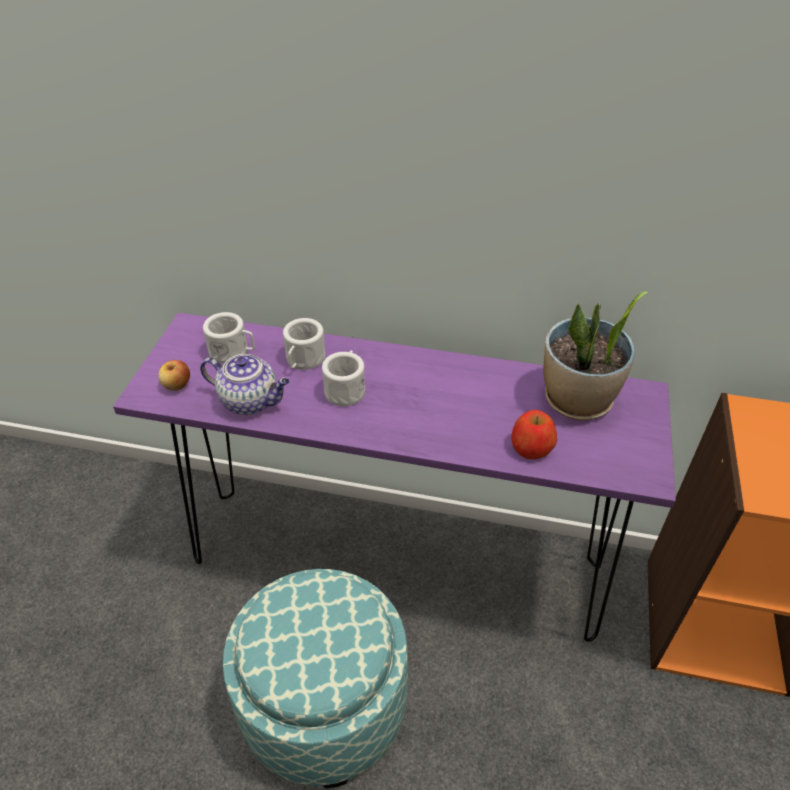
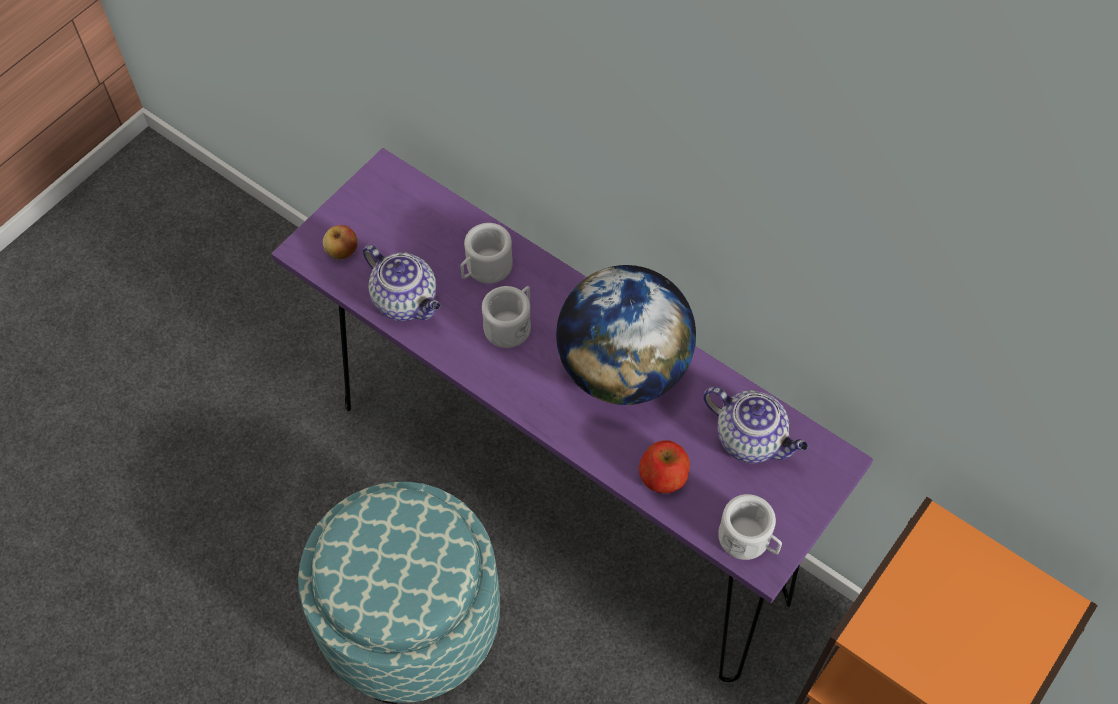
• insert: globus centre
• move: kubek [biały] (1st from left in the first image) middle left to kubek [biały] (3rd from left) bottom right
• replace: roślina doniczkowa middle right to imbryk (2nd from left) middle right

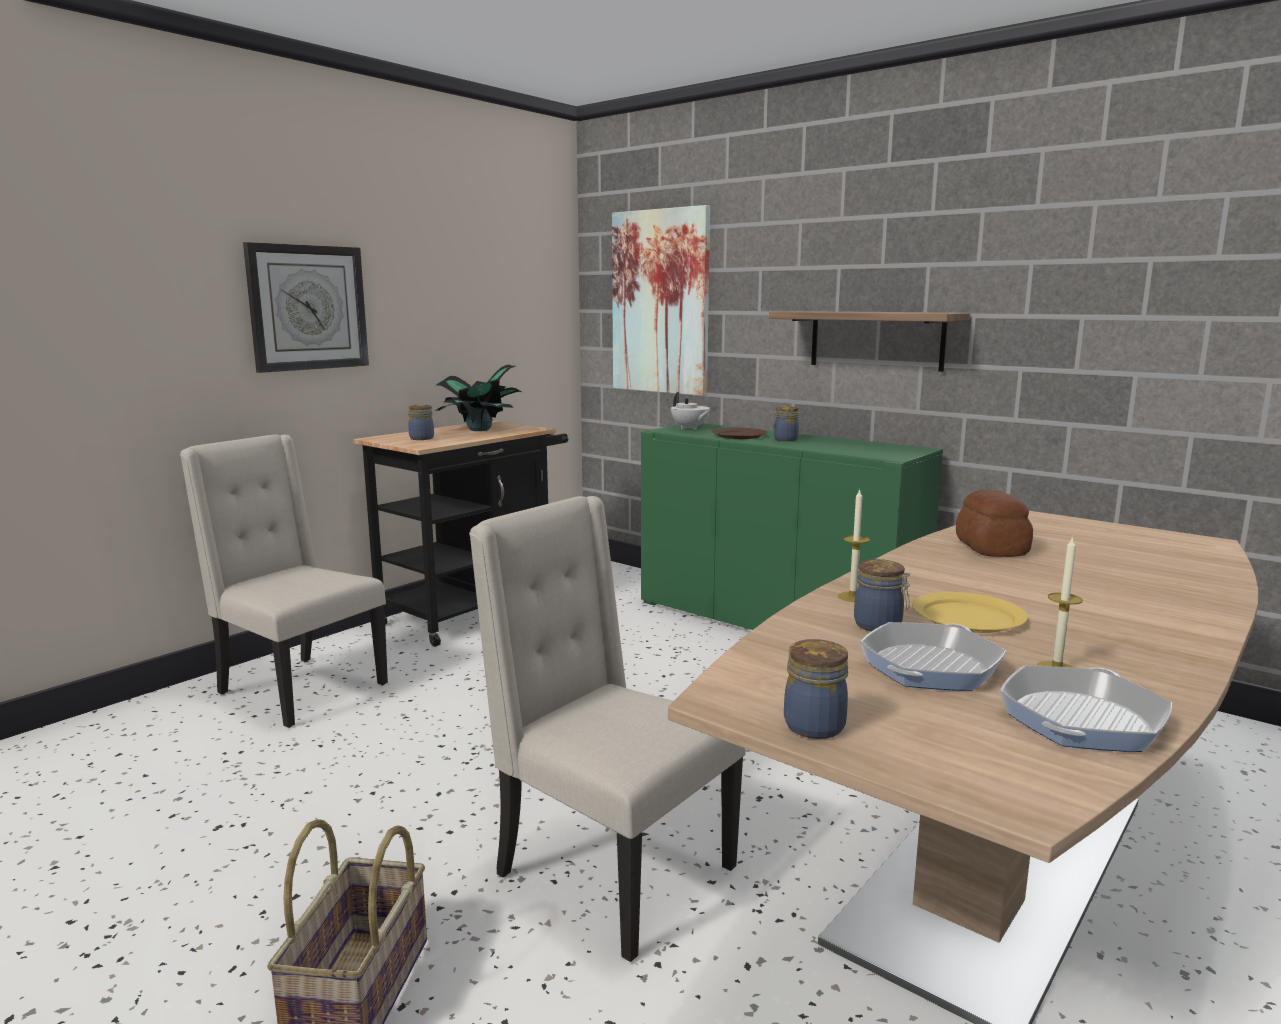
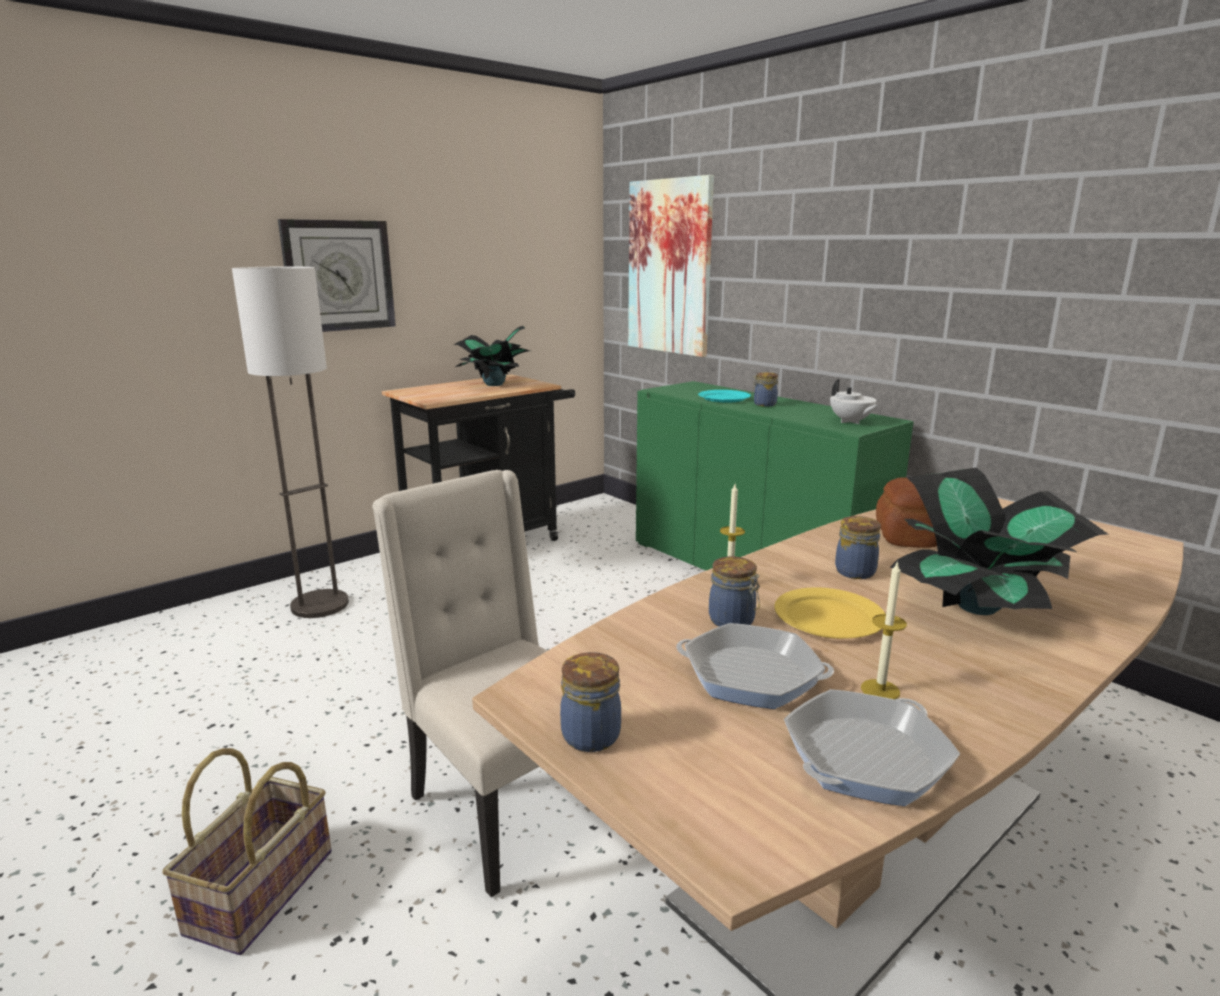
• delete: półka top right
• insert: roślina doniczkowa (2nd from left) middle right
• move: słoik (1st from left in the first image) middle left to słoik (4th from left) middle right
• move: imbryk [biały] centre to middle right
• replace: krzesło [beżowy] (1st from left) middle left to lampa stojąca middle left
• recolor: talerz [brązowy] centre to talerz [turkusowy] centre
• rotate: patelnia (1st from left) middle right = bottom centre 120 degrees counterclockwise

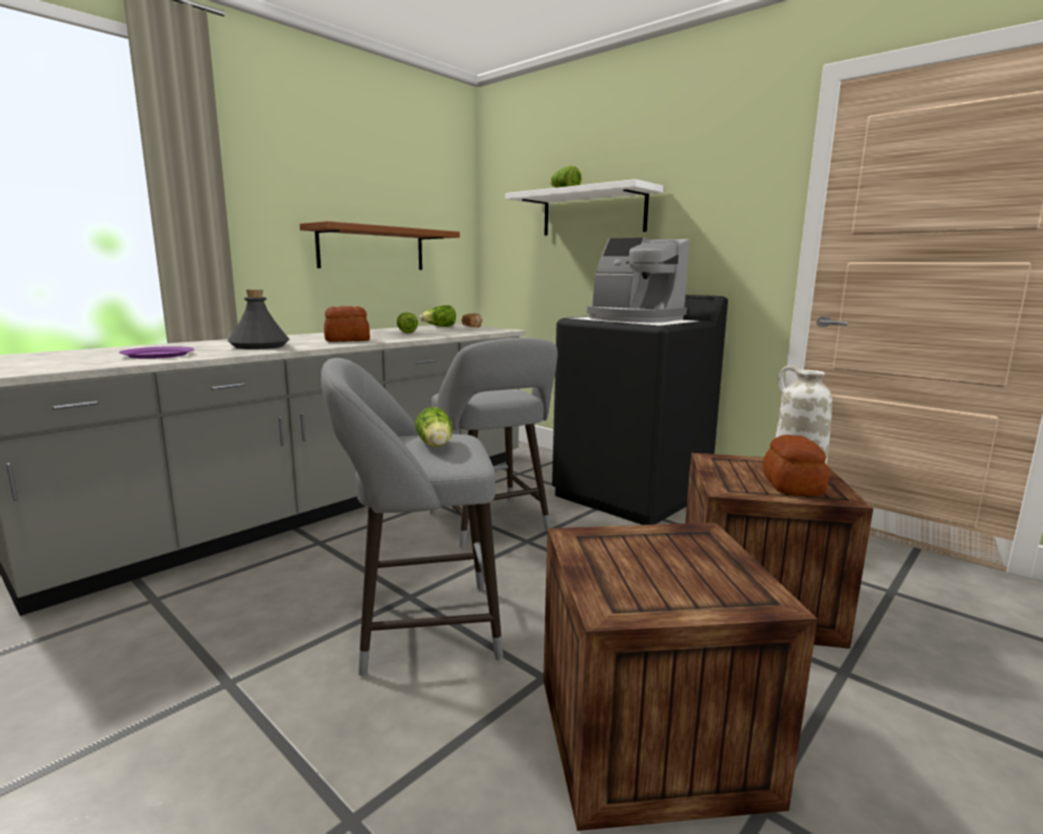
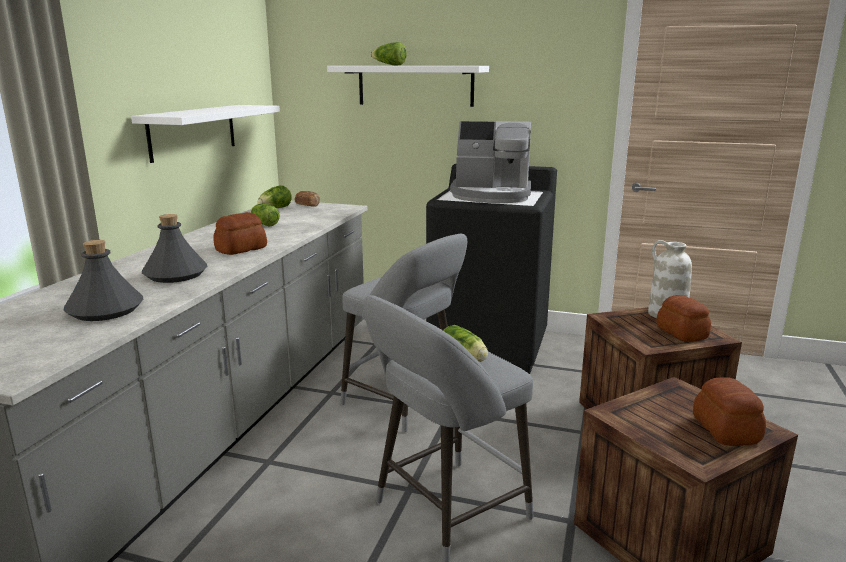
• insert: chleb (4th from left) bottom right
• replace: talerz [fioletowy] middle left to butelka [szary] (1st from left) middle left
• recolor: półka [brązowy] top centre to półka [biały] (1st from left) top left

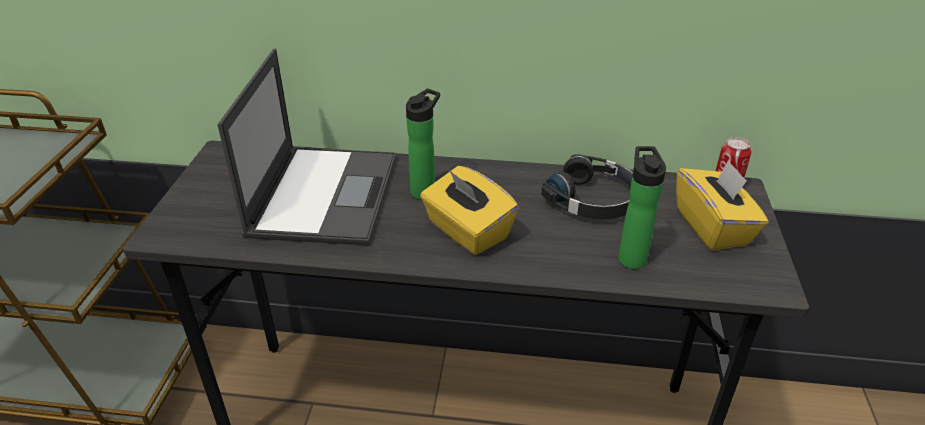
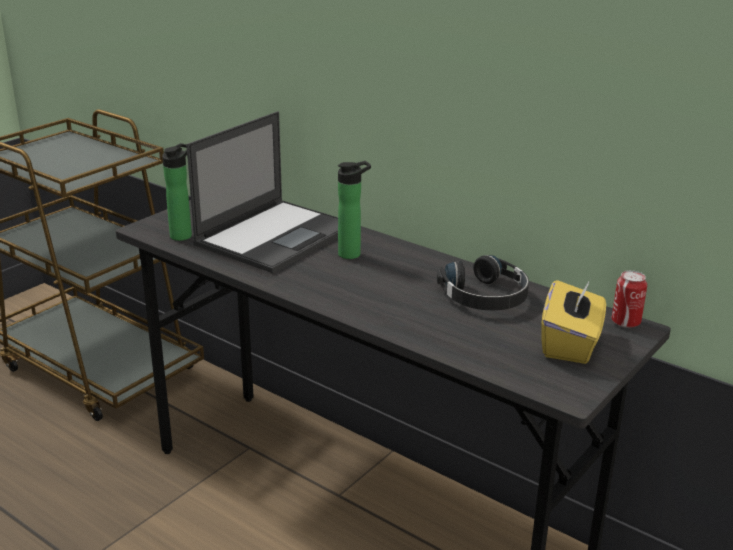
• delete: pudełko chusteczek [żółty] (1st from left) centre
• move: butelka (2nd from left in the first image) middle right to butelka (1st from left) middle left

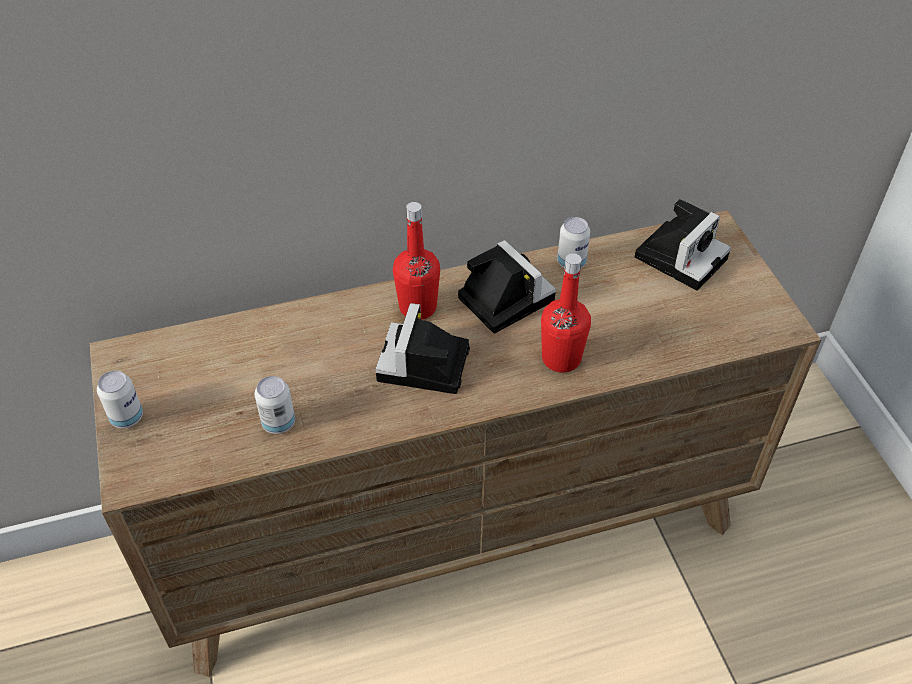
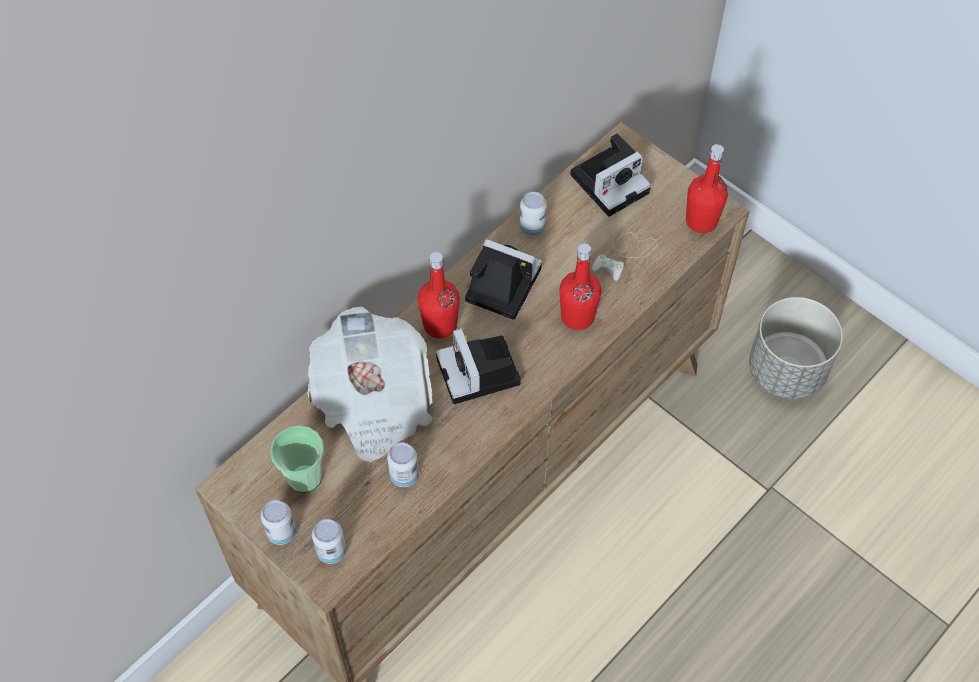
• insert: filiżanka bottom left
• insert: gazeta centre
• insert: puszka (2nd from left) bottom centre
• insert: pad do gier [biały] centre
• insert: butelka [czerwony] (3rd from left) top right
• insert: donica [szary] middle right
• rotate: aparat fotograficzny (3rd from left) middle right = top centre 45 degrees clockwise

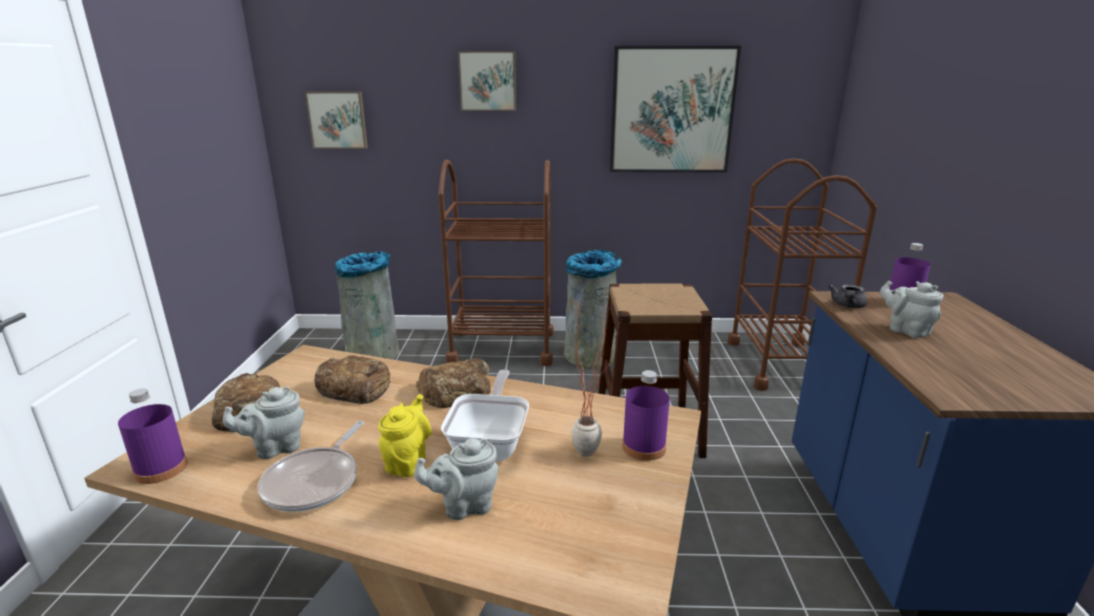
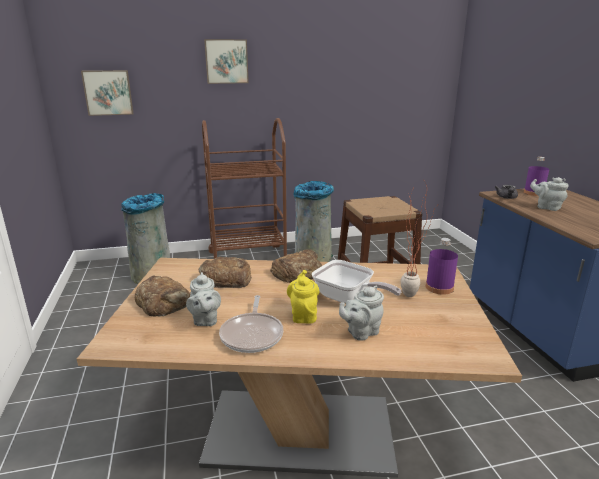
• delete: butelka [fioletowy] (1st from left) bottom left
• delete: obraz (3rd from left) top centre
• delete: wózek [brązowy] (2nd from left) middle right
• rotate: imbryk [szary] (1st from left) bottom left = centre 60 degrees counterclockwise
• rotate: patelnia (2nd from left) bottom centre = centre 135 degrees clockwise

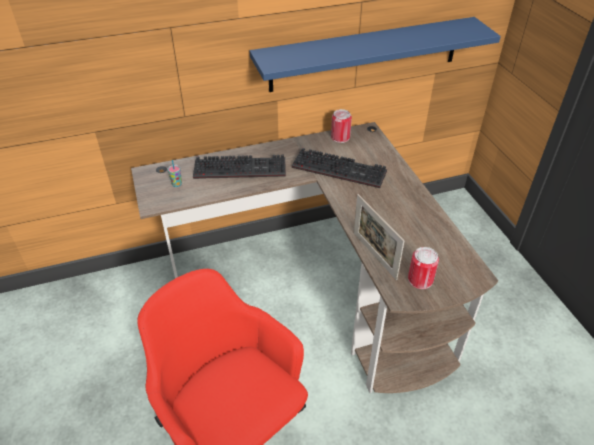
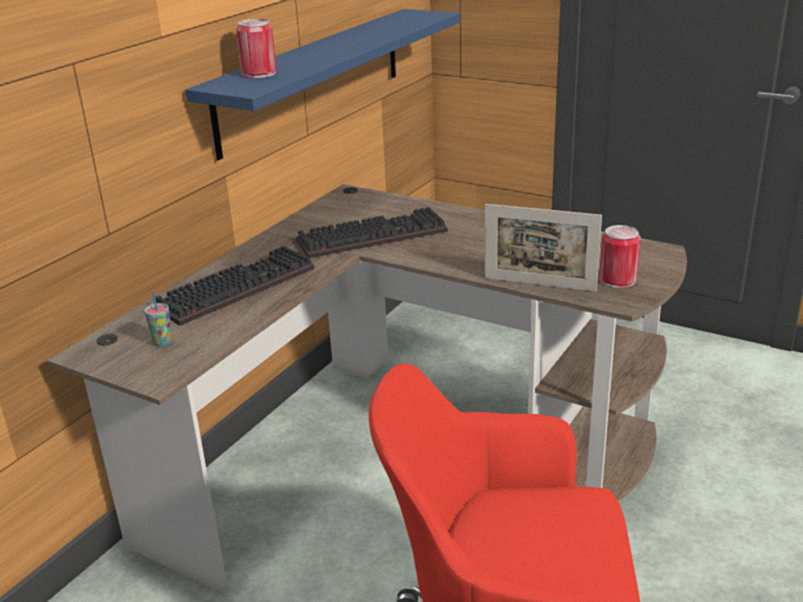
• move: puszka (1st from left) top centre to top left

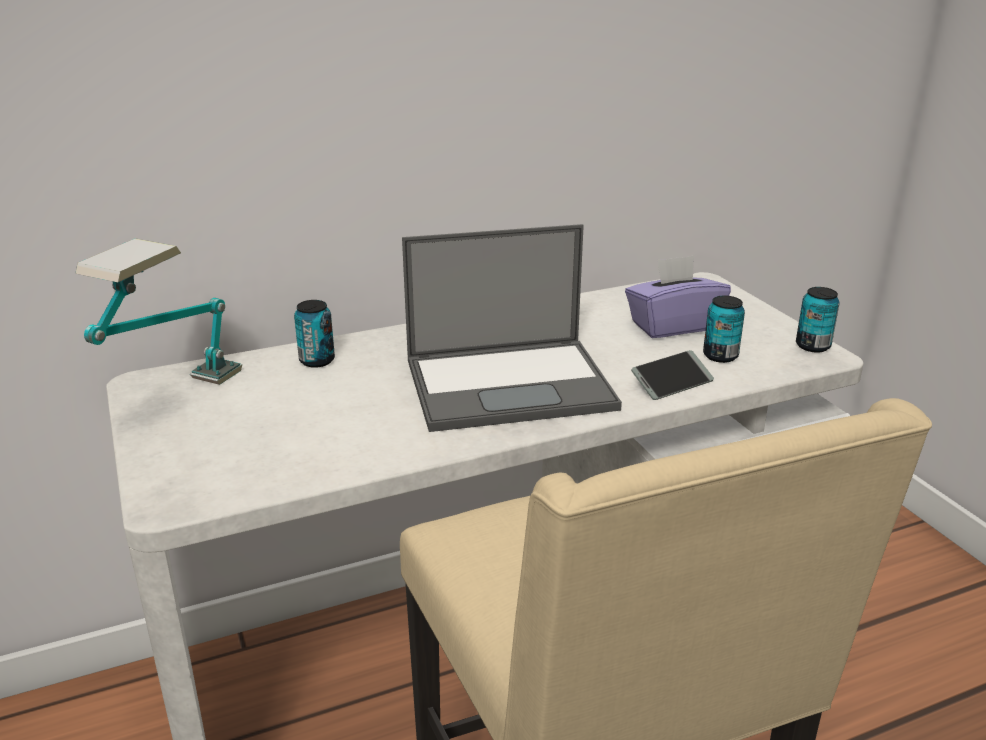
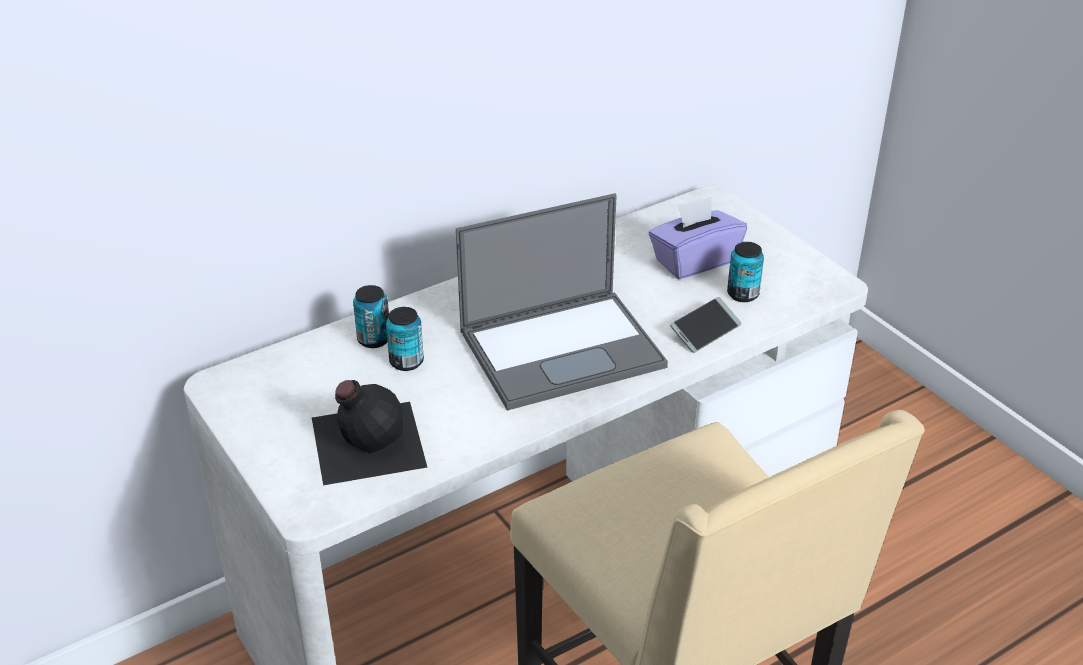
• delete: lampa stołowa middle left
• insert: butelka [czarny] centre
• move: puszka (3rd from left in the first image) middle right to puszka (2nd from left) centre

